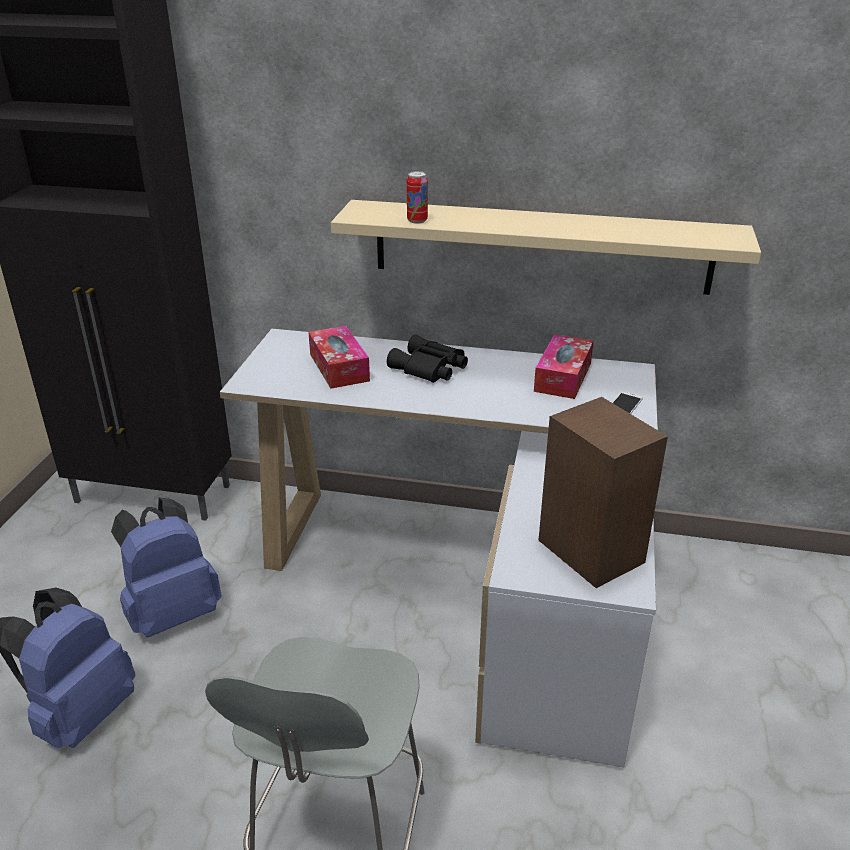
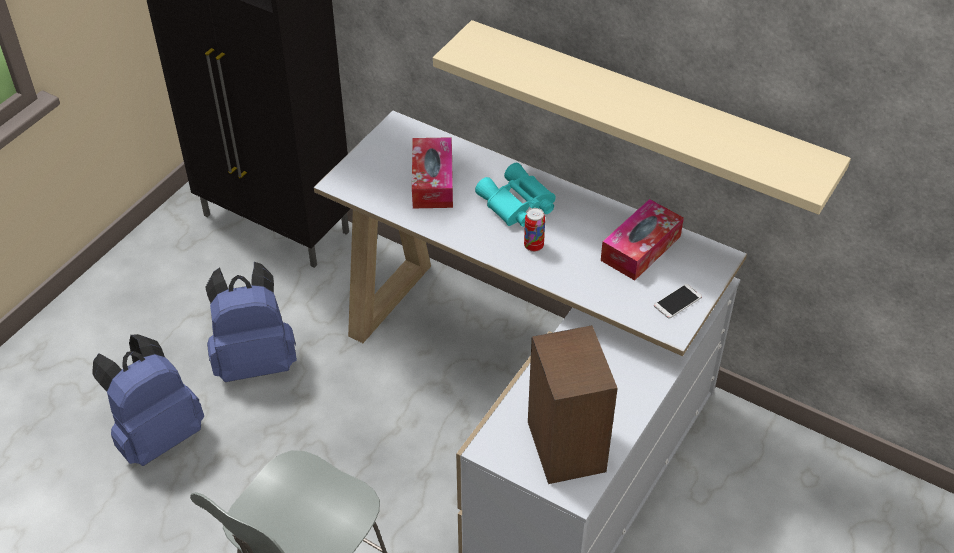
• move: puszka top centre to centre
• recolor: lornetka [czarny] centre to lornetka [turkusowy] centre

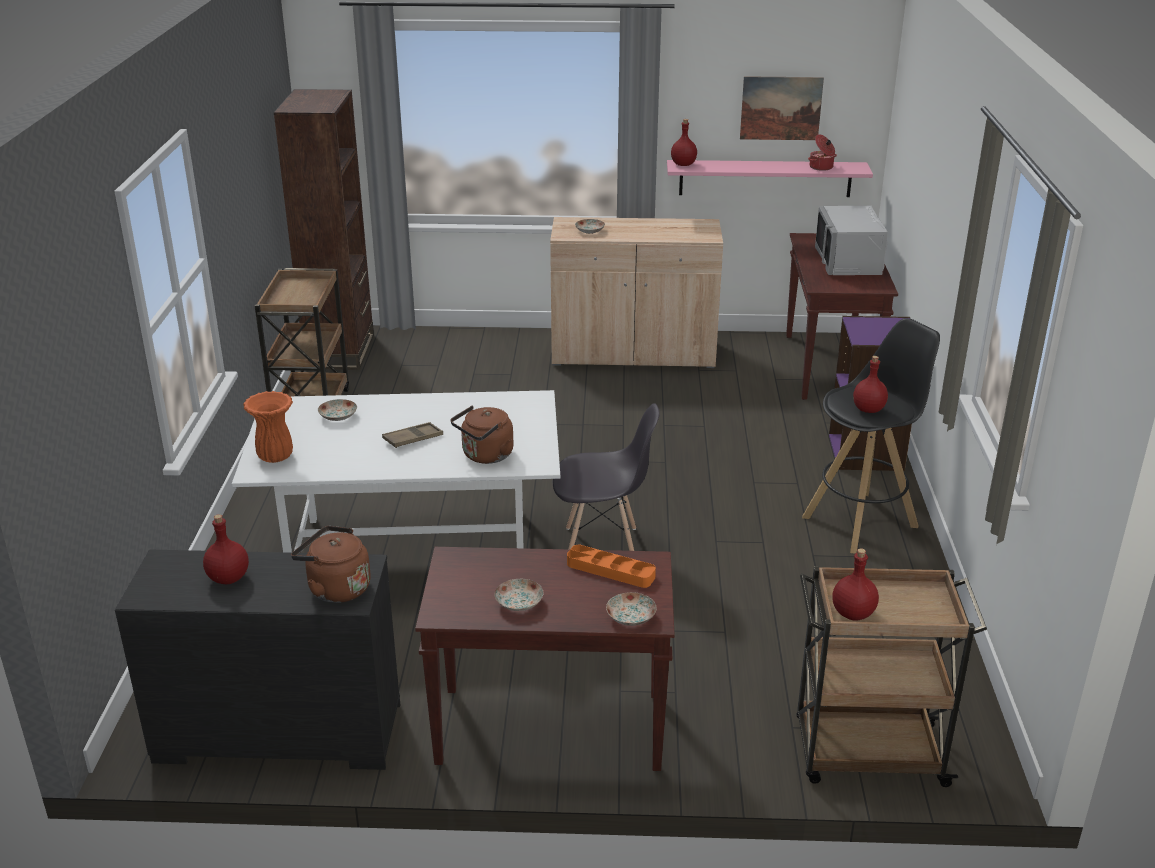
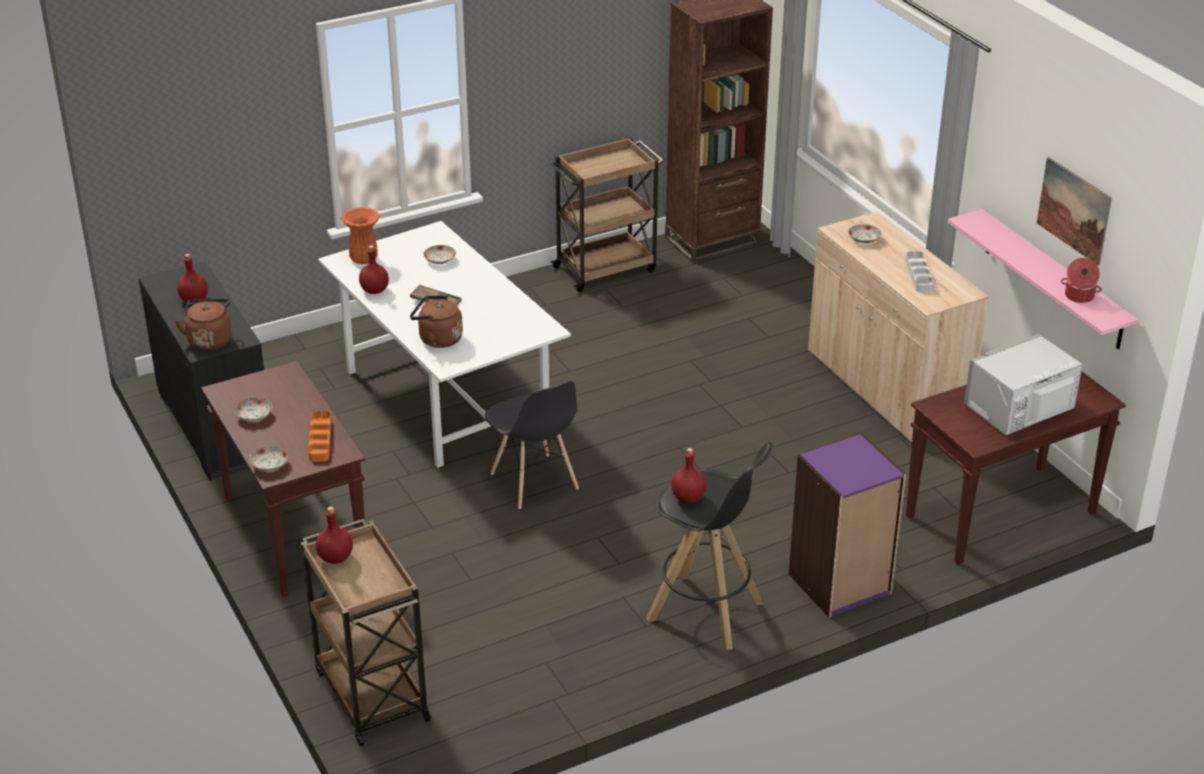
• insert: taca [szary] middle right
• move: butelka [czerwony] (2nd from left in the first image) top centre to butelka [czerwony] (3rd from left) middle left

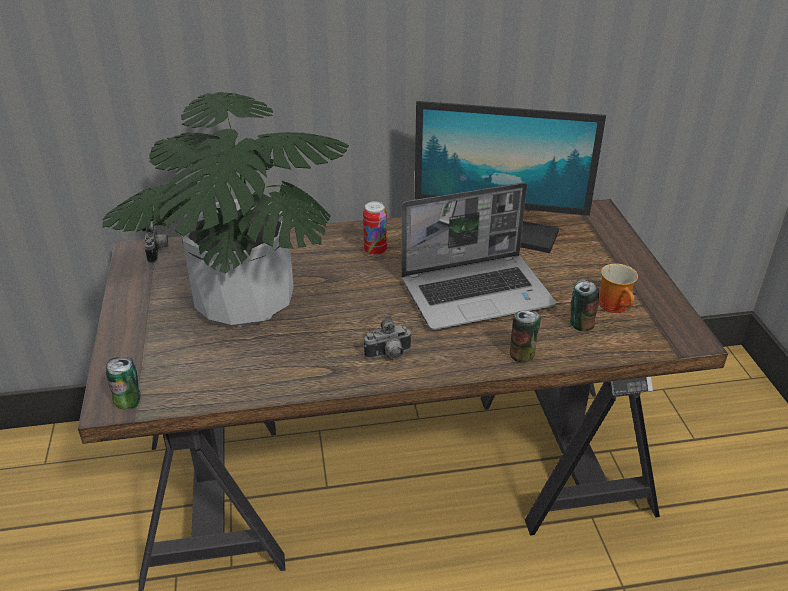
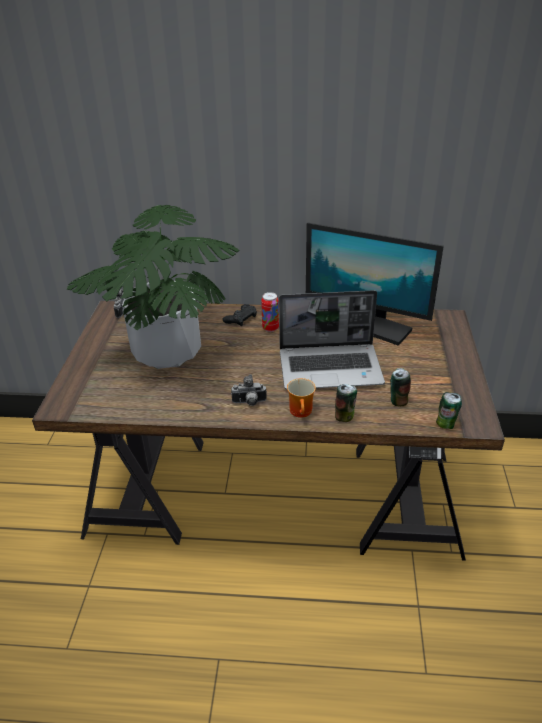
• insert: pad do gier [czarny] centre
• move: puszka (1st from left in the first image) middle left to puszka (4th from left) middle right
• move: kubek middle right to centre

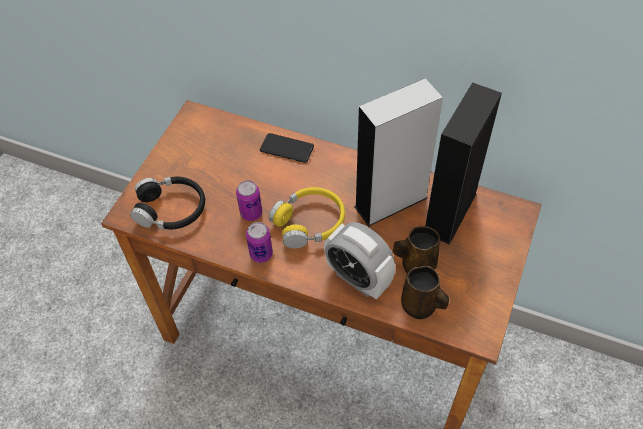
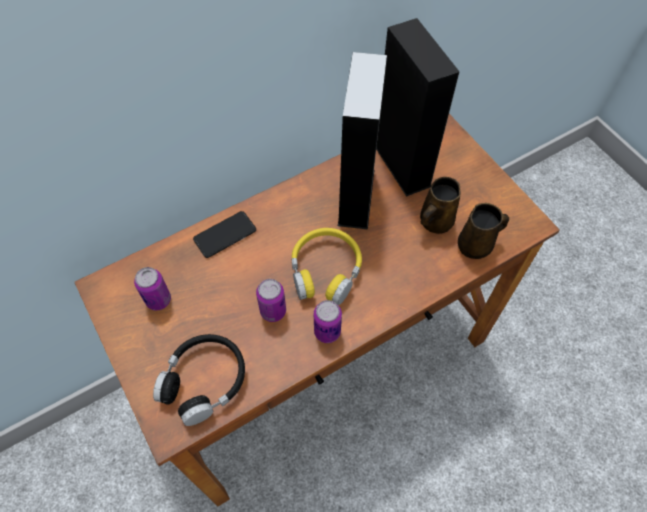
• delete: budzik centre
• insert: puszka (1st from left) middle left

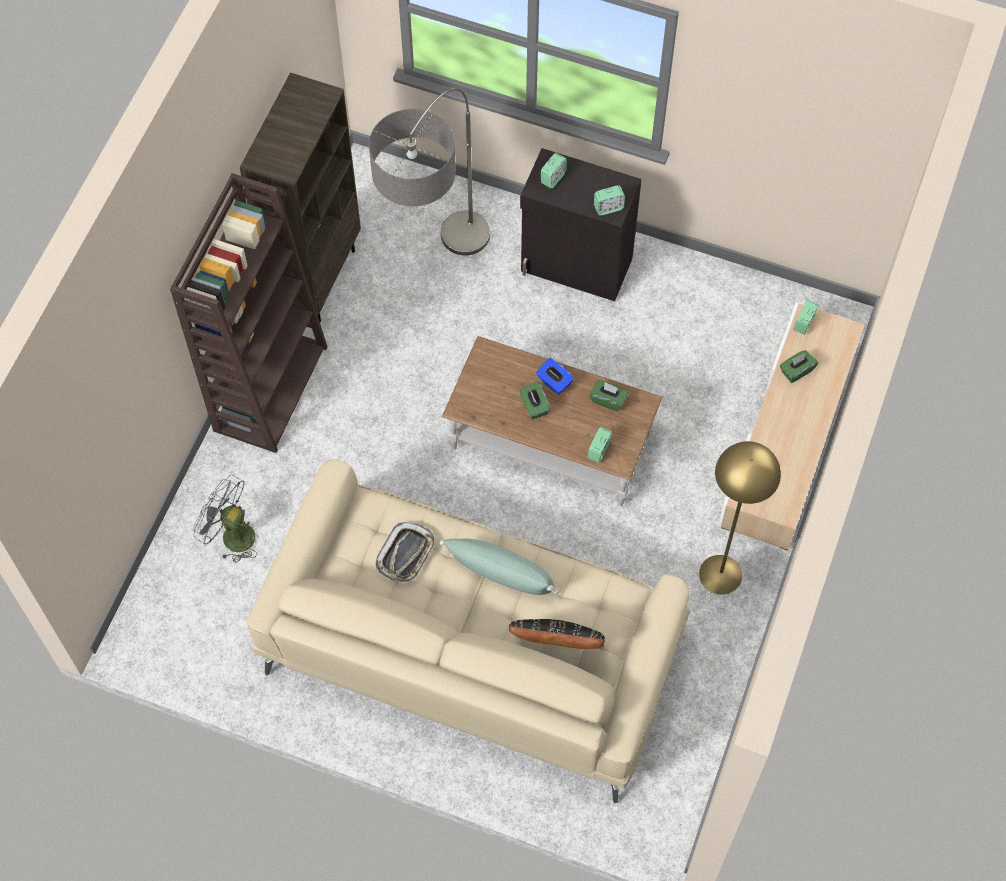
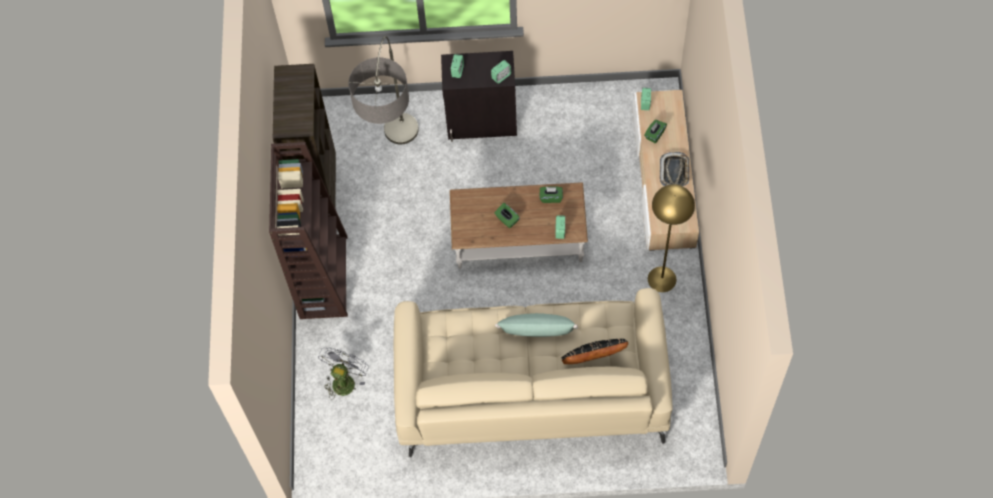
• delete: pudełko chusteczek [niebieski] centre
• move: taca centre to middle right
• rotate: wentylator [szary] middle left = bottom centre 105 degrees clockwise

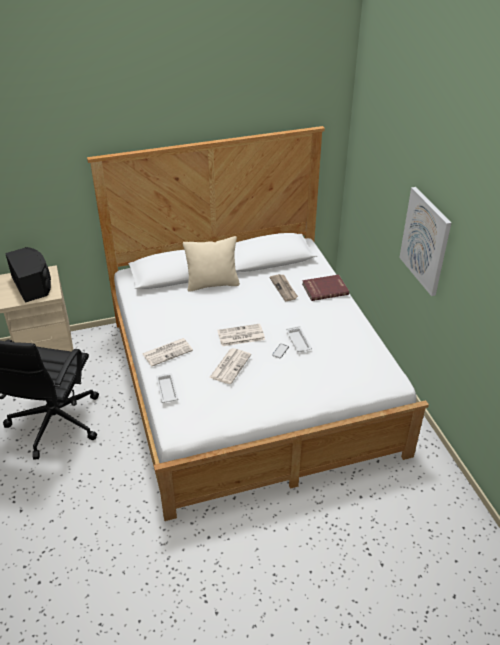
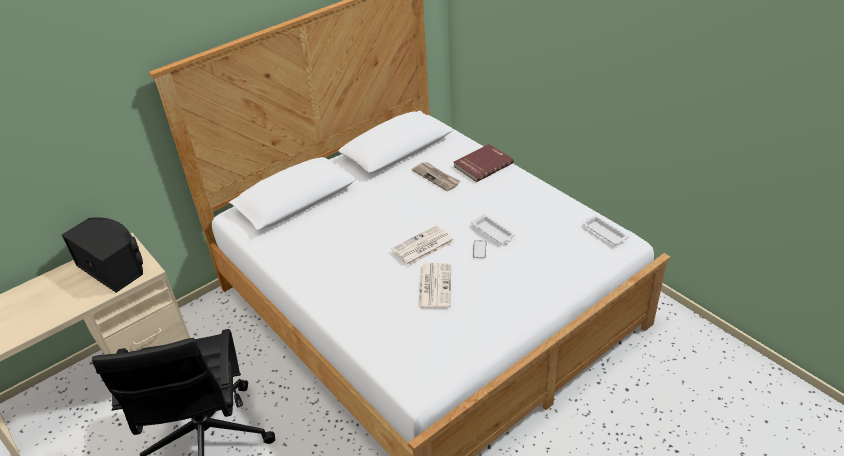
• delete: gazeta (1st from left) centre
• delete: poduszka [beżowy] centre
• delete: obraz middle right
• move: taca [biały] (1st from left in the first image) centre to taca [biały] (2nd from left) middle right

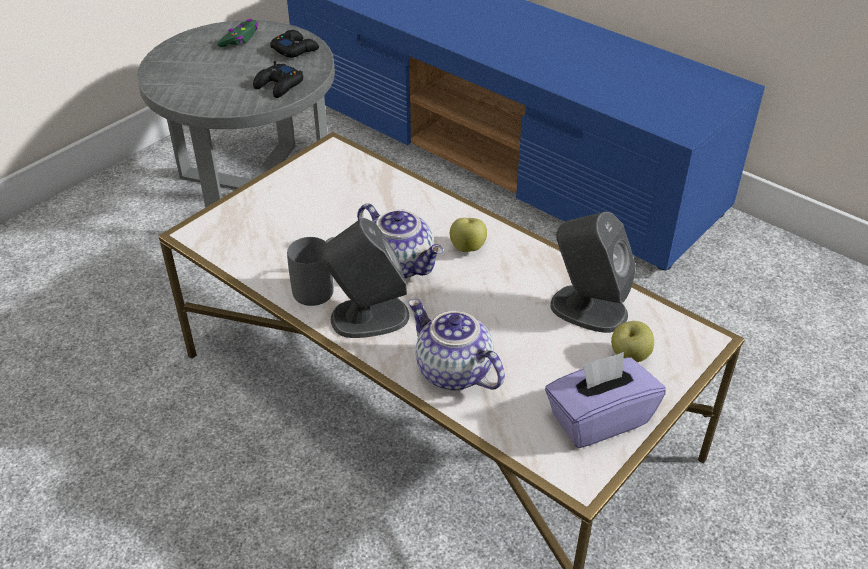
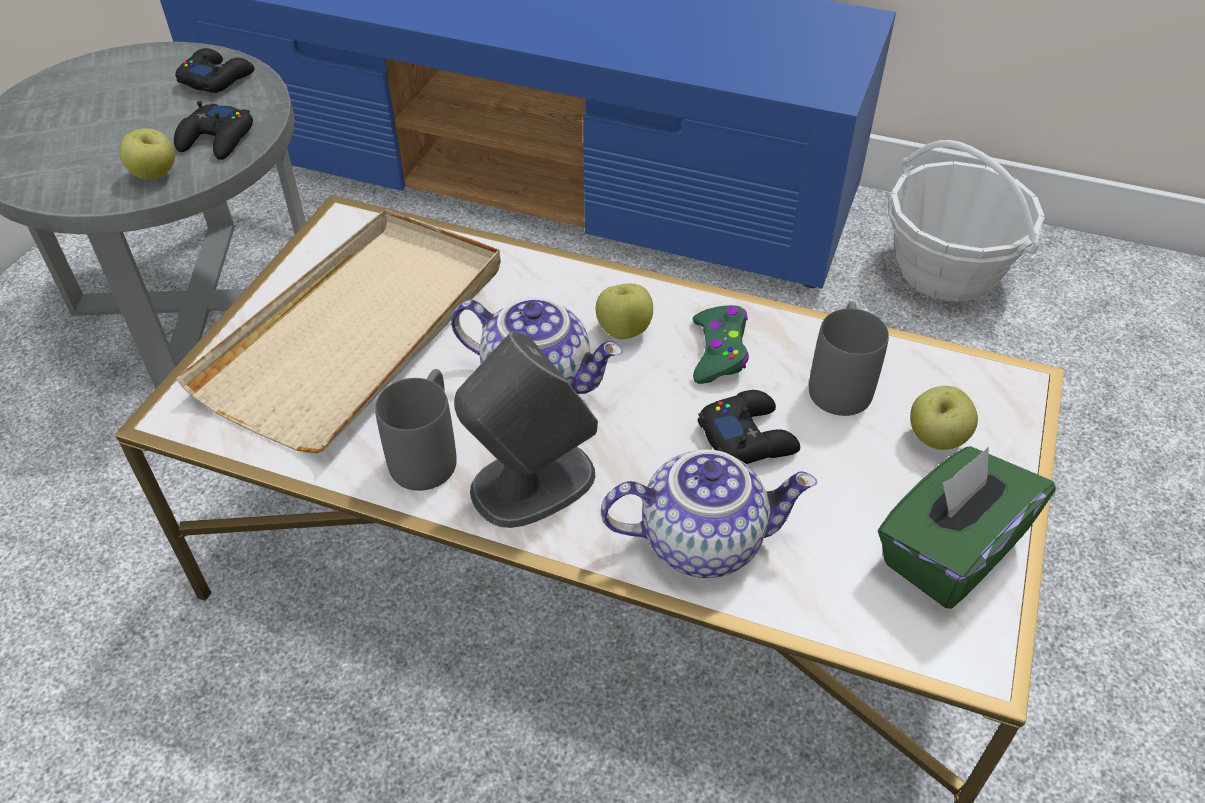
• insert: jabłko (1st from left) top left
• insert: taca [beżowy] middle left
• insert: pad do gier [czarny] (3rd from left) centre
• insert: koszyk top right
• move: pad do gier [zielony] top left to centre
• replace: głośnik [szary] (2nd from left) middle right to kubek [szary] (2nd from left) middle right
• recolor: pudełko chusteczek [fioletowy] bottom right to pudełko chusteczek [zielony] middle right
• rotate: imbryk (2nd from left) centre = centre 150 degrees clockwise

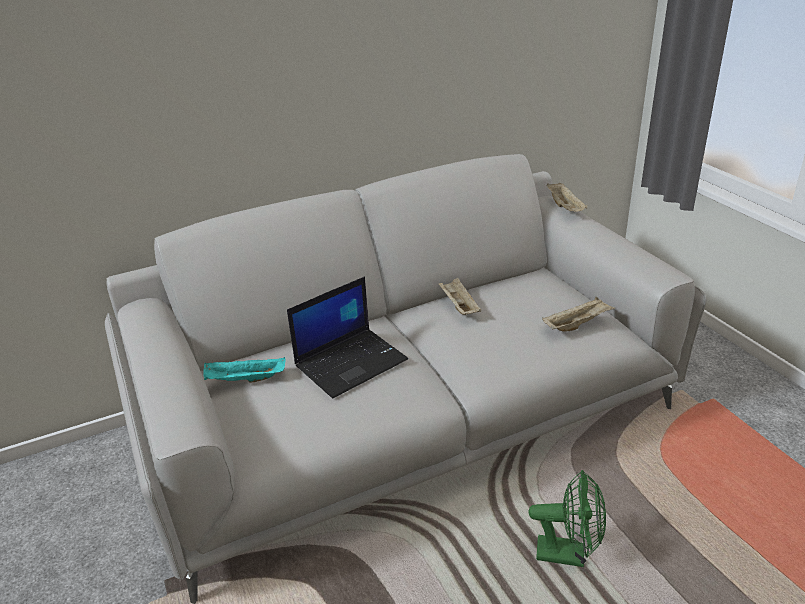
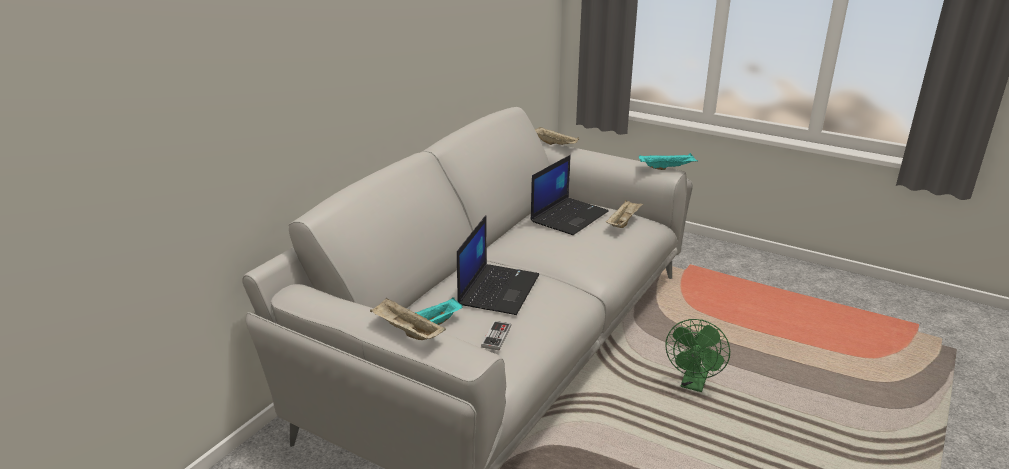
• insert: pad do gier bottom centre
• insert: laptop (2nd from left) centre
• insert: taca [turkusowy] (2nd from left) centre
• move: taca [beżowy] (1st from left) centre to bottom centre
• rotate: wentylator [zielony] bottom right = bottom right 135 degrees clockwise

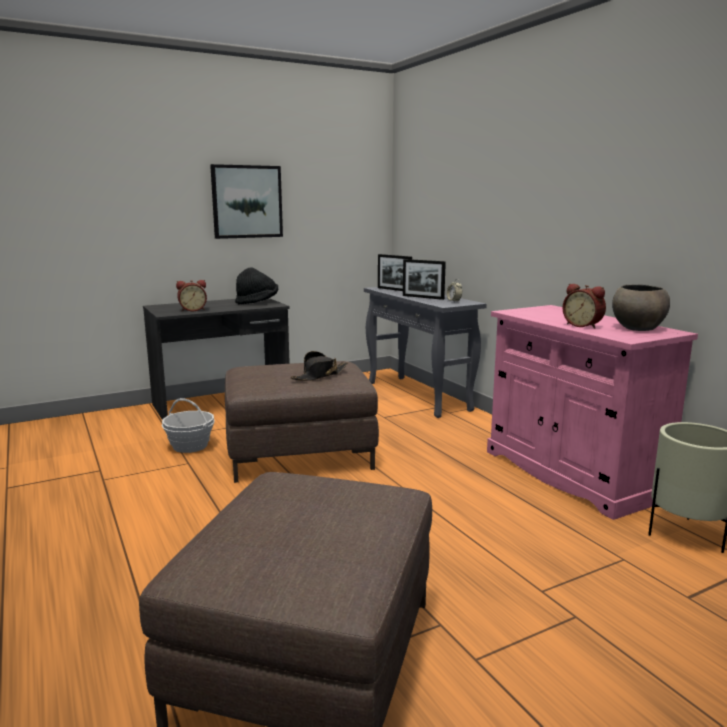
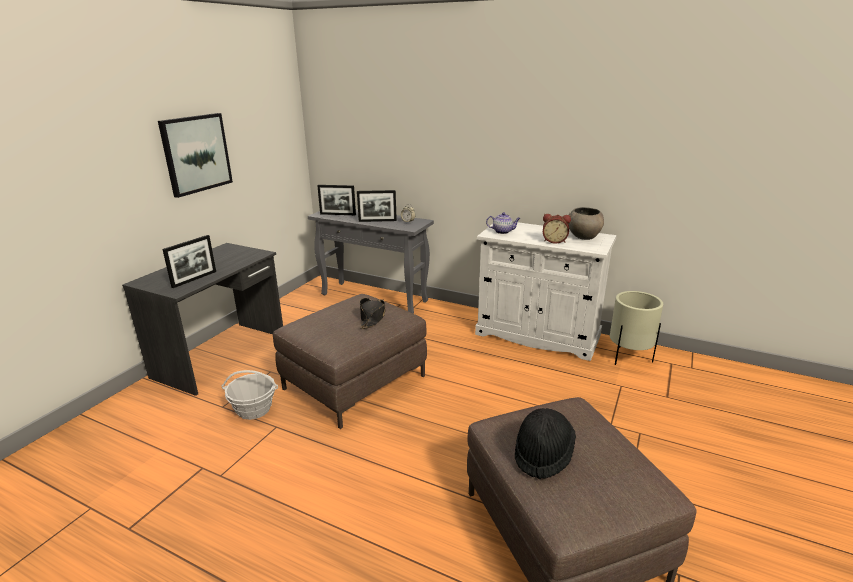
• insert: imbryk centre
• move: kapelusz [czarny] (1st from left in the first image) centre to kapelusz [czarny] (2nd from left) bottom centre
• replace: budzik (1st from left) middle left to ramka na zdjęcie (1st from left) middle left
• recolor: szafka [różowy] middle right to szafka [biały] centre

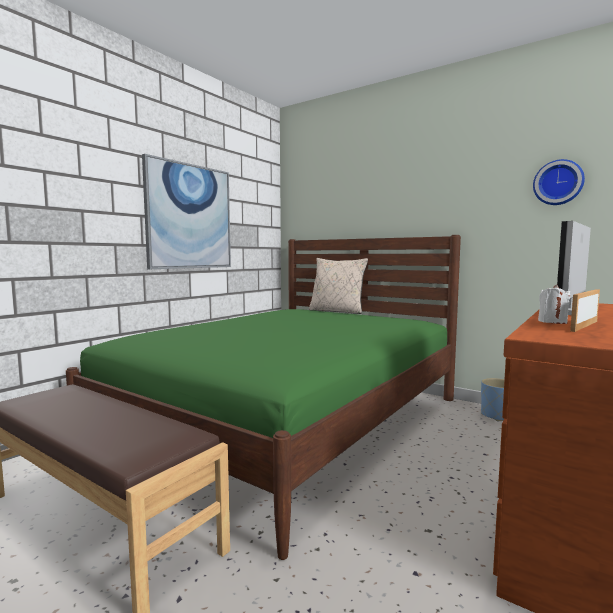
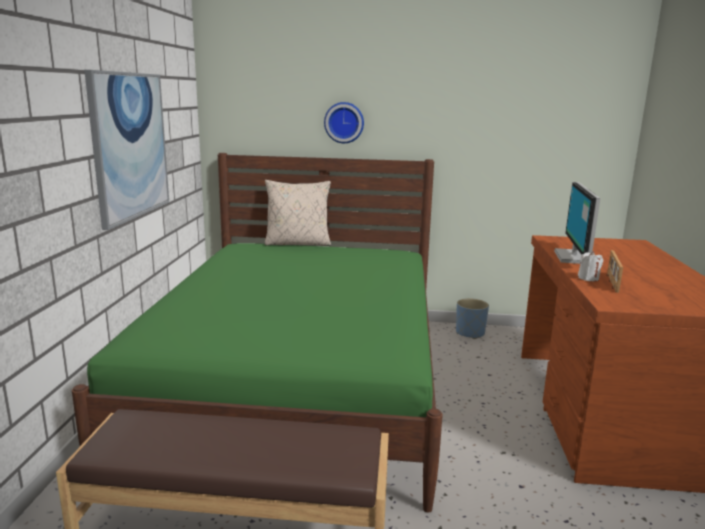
• move: zegar ścienny top right to top centre

